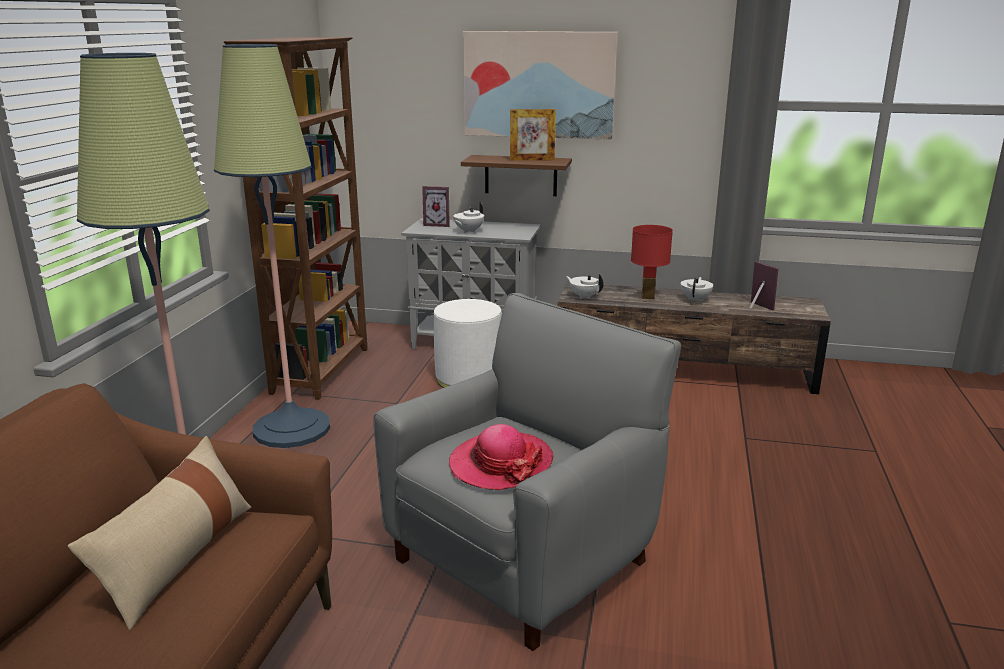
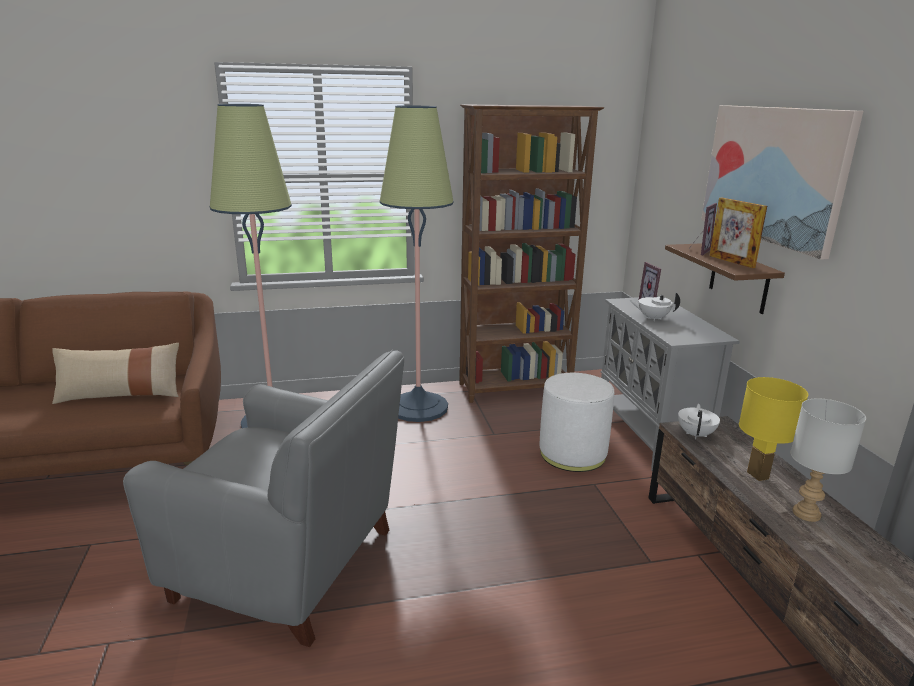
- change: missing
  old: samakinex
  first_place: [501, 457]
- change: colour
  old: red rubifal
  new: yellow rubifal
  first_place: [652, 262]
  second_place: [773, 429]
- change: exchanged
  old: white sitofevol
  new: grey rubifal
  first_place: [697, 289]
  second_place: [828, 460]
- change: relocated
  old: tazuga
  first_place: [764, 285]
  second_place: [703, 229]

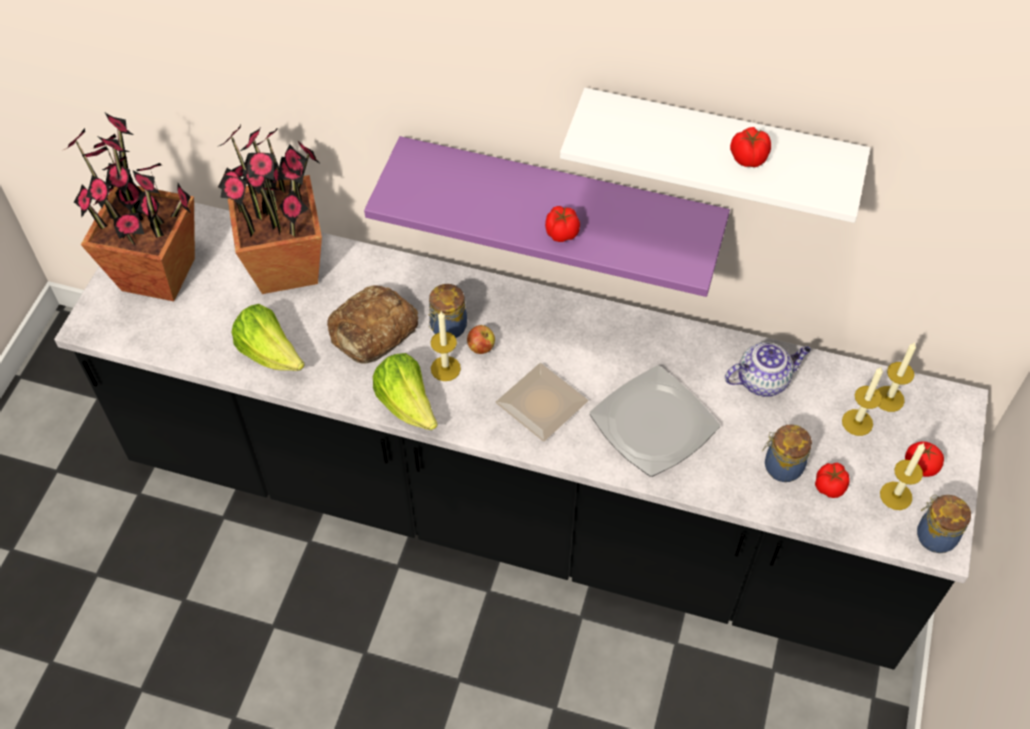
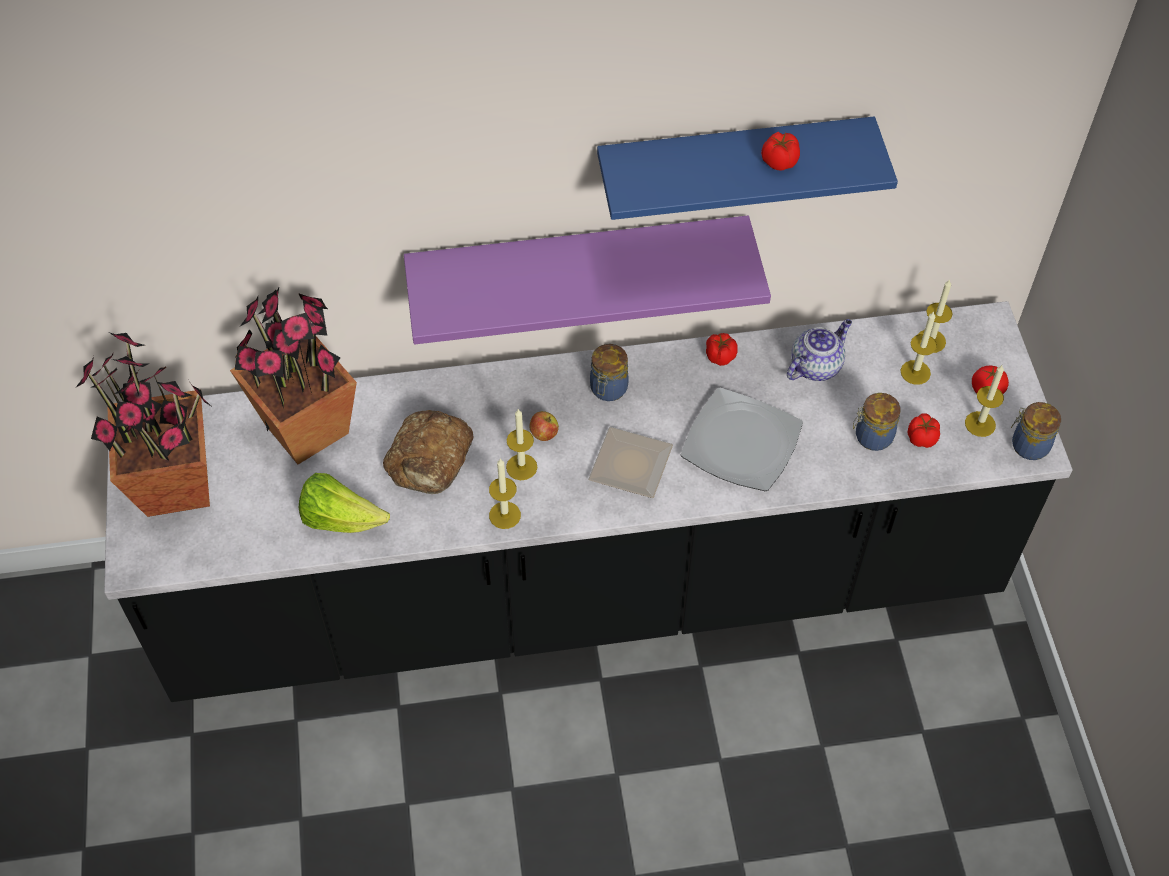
- change: exchanged
  old: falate
  new: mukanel
  first_place: [405, 391]
  second_place: [505, 493]
- change: relocated
  old: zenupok
  first_place: [447, 311]
  second_place: [609, 372]
- change: relocated
  old: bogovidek
  first_place: [562, 224]
  second_place: [722, 349]
- change: colour
  old: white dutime
  new: blue dutime
  first_place: [715, 155]
  second_place: [747, 168]

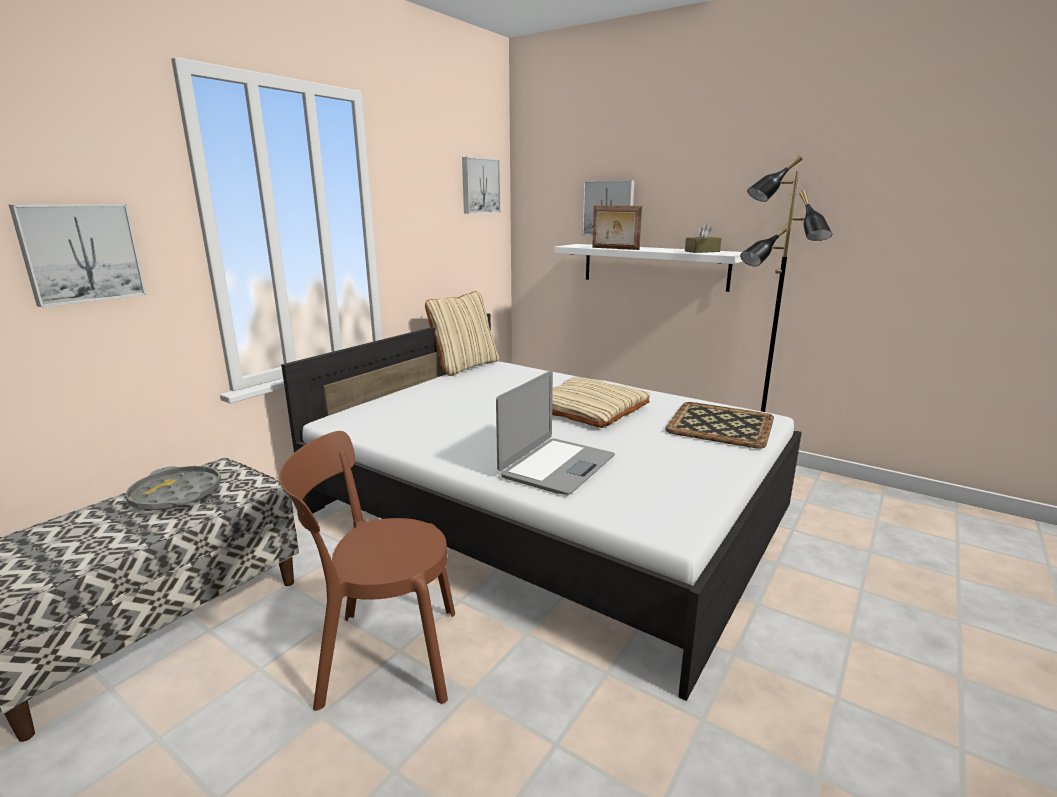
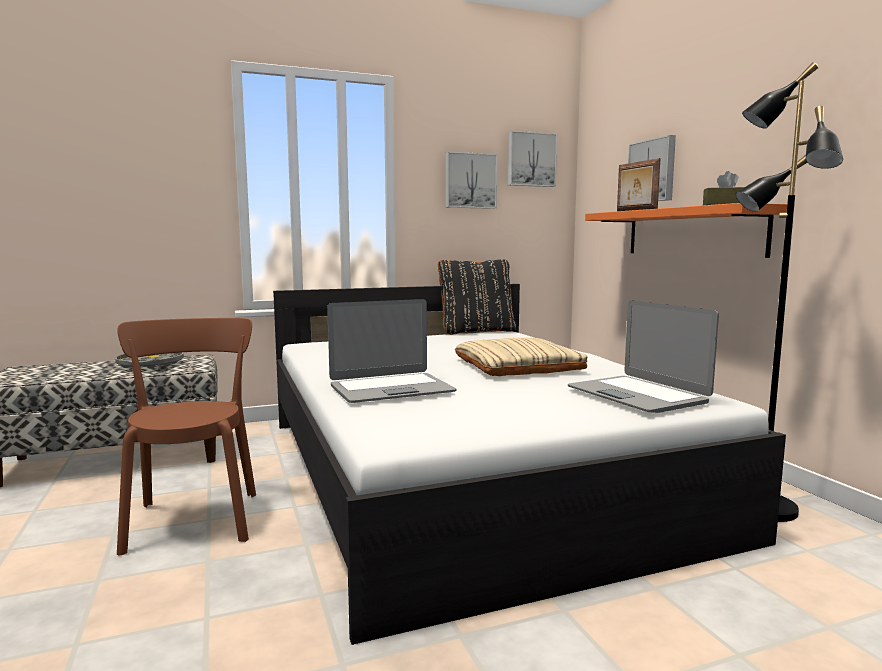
- change: relocated
  old: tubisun
  first_place: [77, 255]
  second_place: [471, 180]
- change: spun
  old: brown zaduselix
  first_place: [367, 571]
  second_place: [186, 437]
  degrees: 45
- change: colour
  old: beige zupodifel
  new: black zupodifel
  first_place: [462, 333]
  second_place: [477, 297]
- change: colour
  old: white dutime
  new: orange dutime
  first_place: [648, 268]
  second_place: [686, 230]
- change: exchanged
  old: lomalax
  new: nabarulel
  first_place: [719, 425]
  second_place: [643, 356]

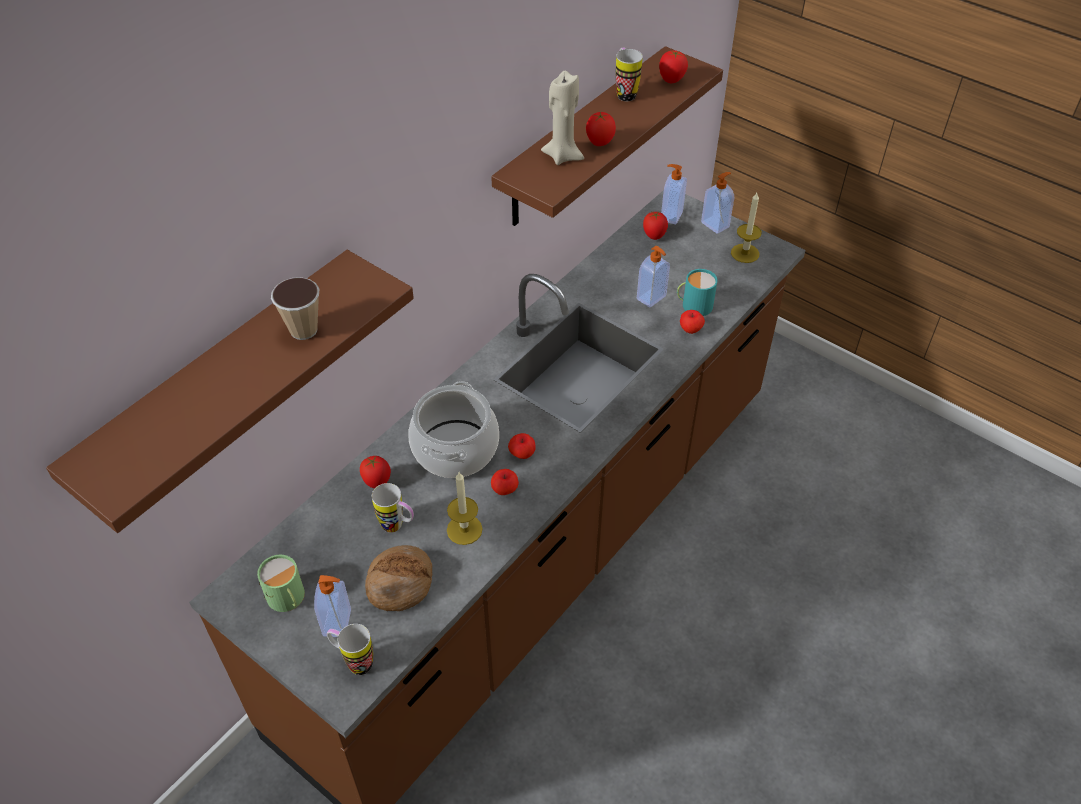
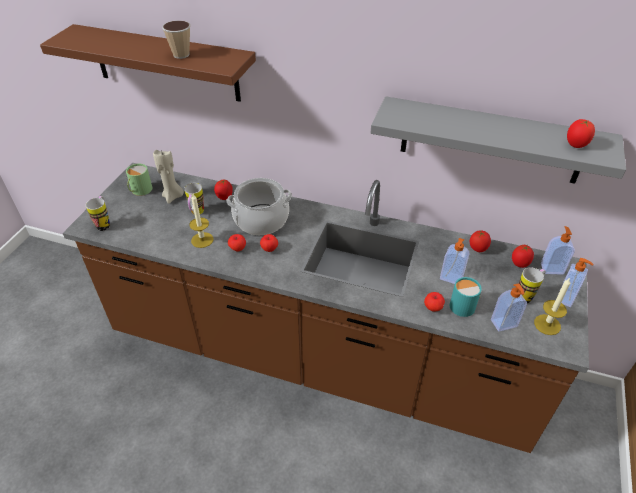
- change: relocated
  old: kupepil
  first_place: [332, 606]
  second_place: [509, 307]
- change: missing
  old: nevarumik
  first_place: [398, 578]
- change: colour
  old: brown dutime
  new: grey dutime
  first_place: [607, 136]
  second_place: [498, 140]
- change: relocated
  old: beige mukanel
  first_place: [562, 118]
  second_place: [168, 177]
- change: relocated
  old: bogovidek
  first_place: [601, 129]
  second_place: [480, 241]
- change: relocated
  old: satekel
  first_place: [629, 74]
  second_place: [532, 285]

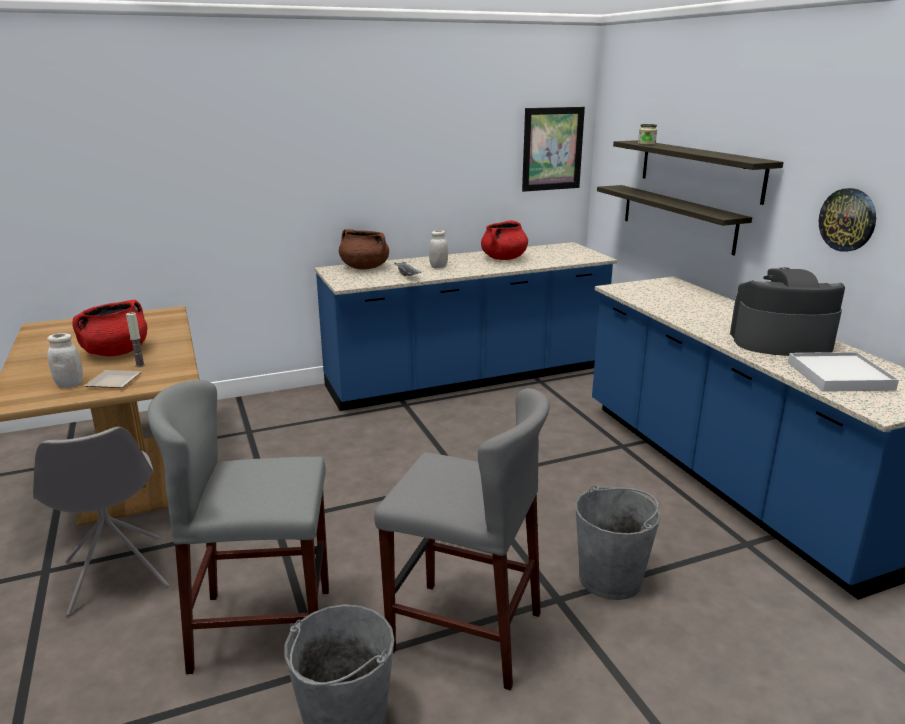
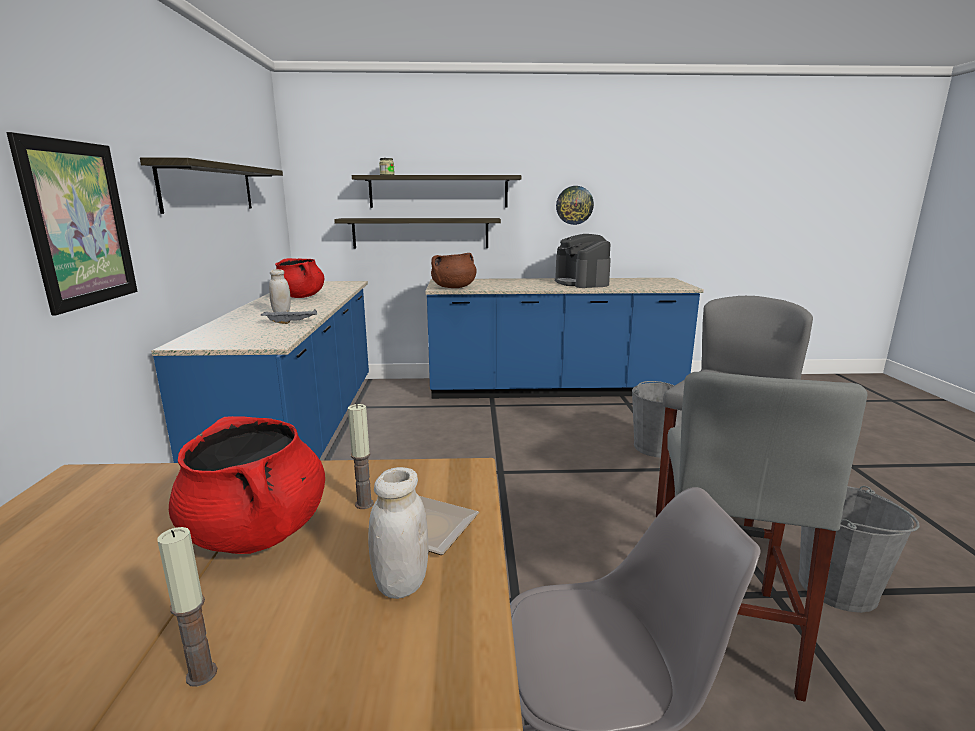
- change: relocated
  old: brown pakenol
  first_place: [364, 249]
  second_place: [454, 270]
- change: relocated
  old: tubisun
  first_place: [553, 149]
  second_place: [72, 223]
- change: spun
  old: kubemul
  first_place: [787, 311]
  second_place: [583, 261]
  degrees: -45
- change: missing
  old: white lomalax
  first_place: [843, 372]
- change: appeared
  new: dutime
  second_place: [211, 185]
- change: appeared
  new: mukanel
  second_place: [187, 607]

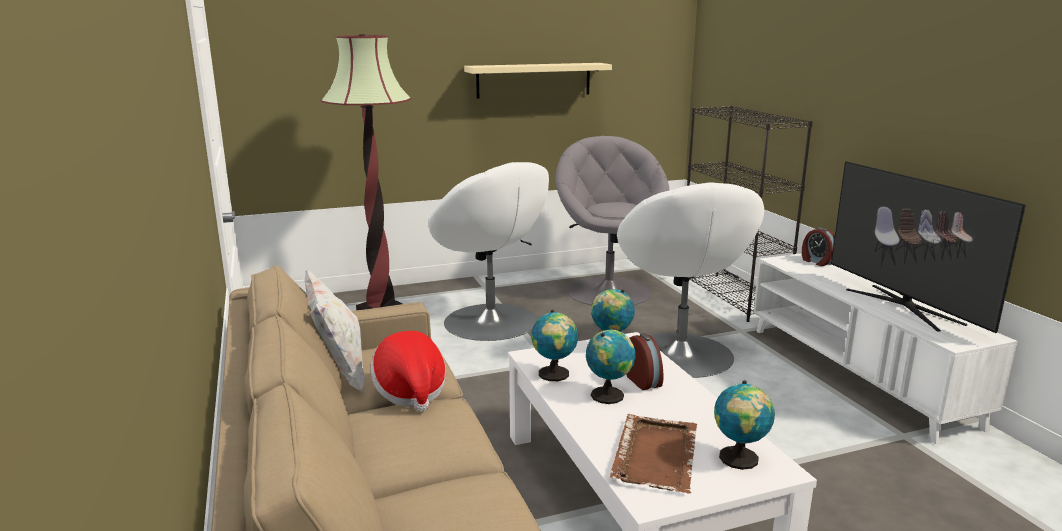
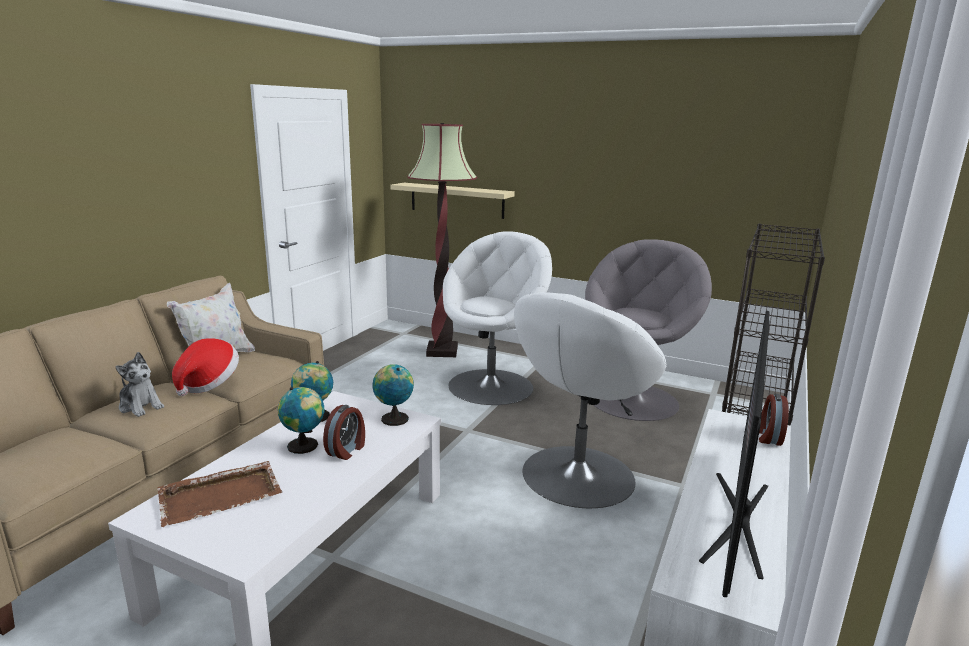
- change: spun
  old: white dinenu
  first_place: [488, 251]
  second_place: [497, 318]
  degrees: -150
- change: relocated
  old: beige dutime
  first_place: [538, 81]
  second_place: [452, 201]
- change: missing
  old: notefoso
  first_place: [744, 425]
- change: appeared
  new: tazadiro
  second_place: [140, 384]

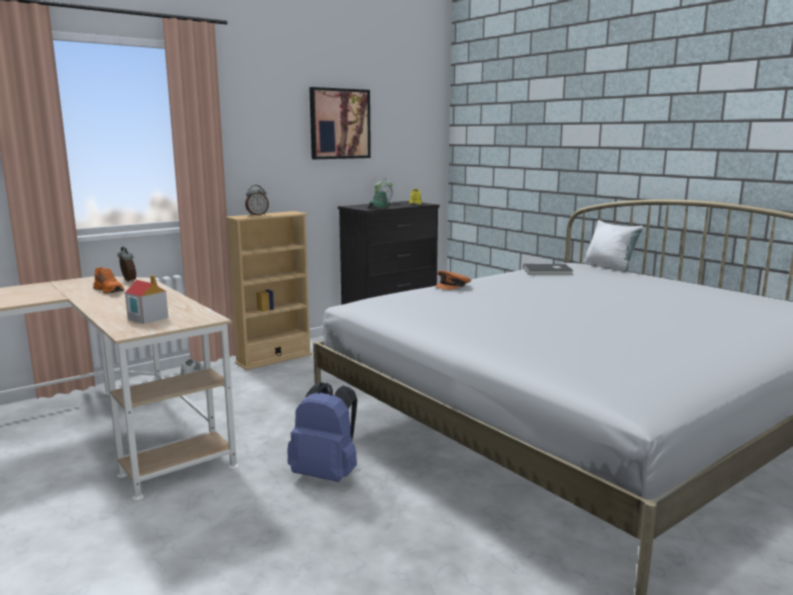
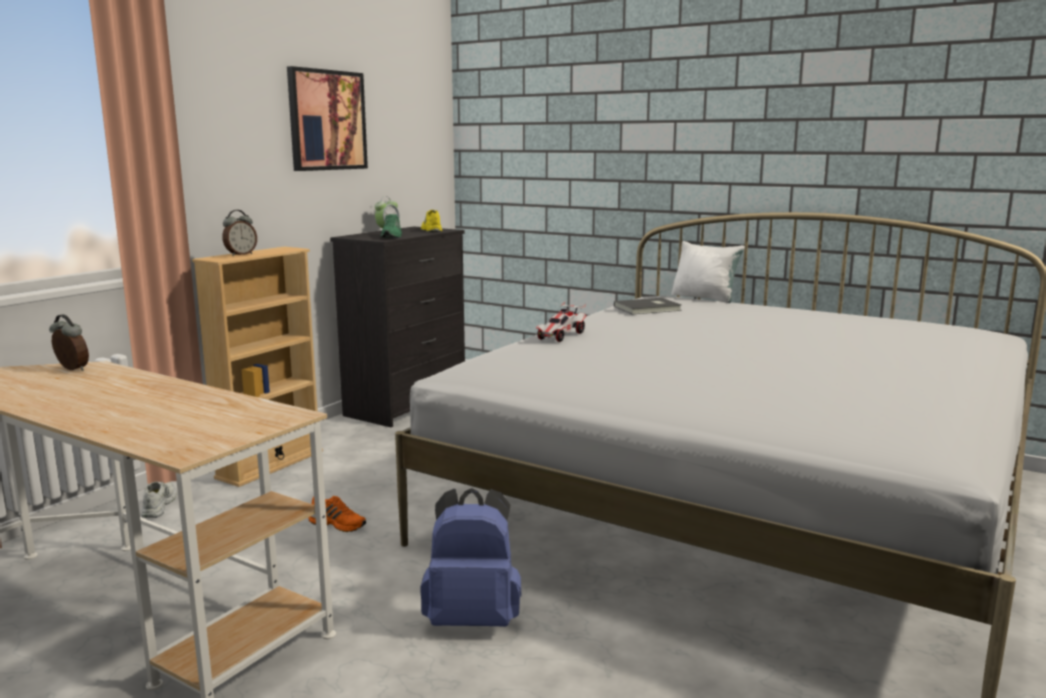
- change: relocated
  old: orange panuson
  first_place: [108, 280]
  second_place: [337, 514]
- change: missing
  old: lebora
  first_place: [146, 299]
- change: exchanged
  old: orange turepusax
  new: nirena
  first_place: [453, 280]
  second_place: [561, 322]

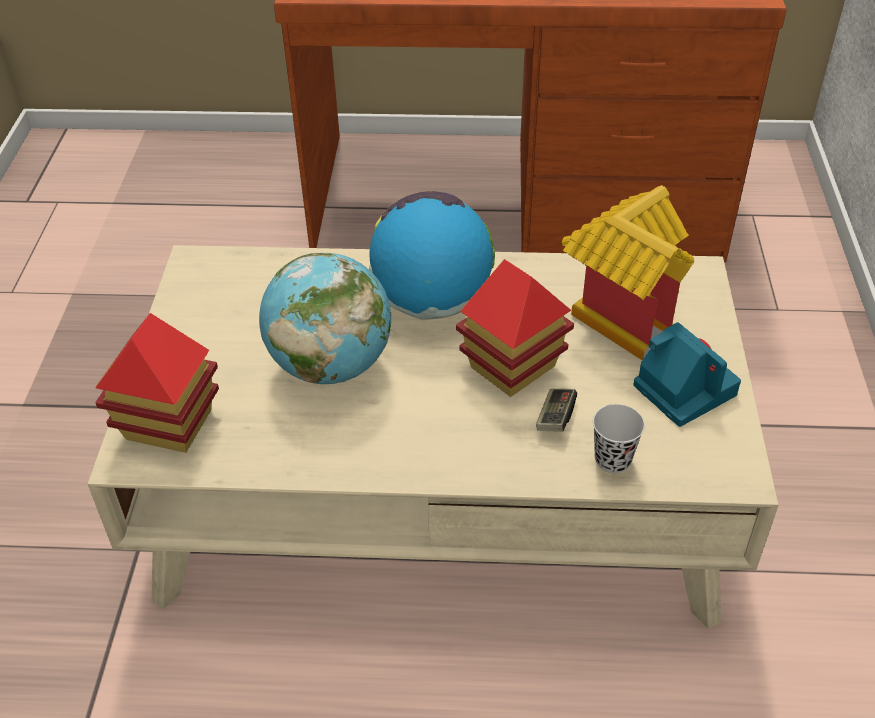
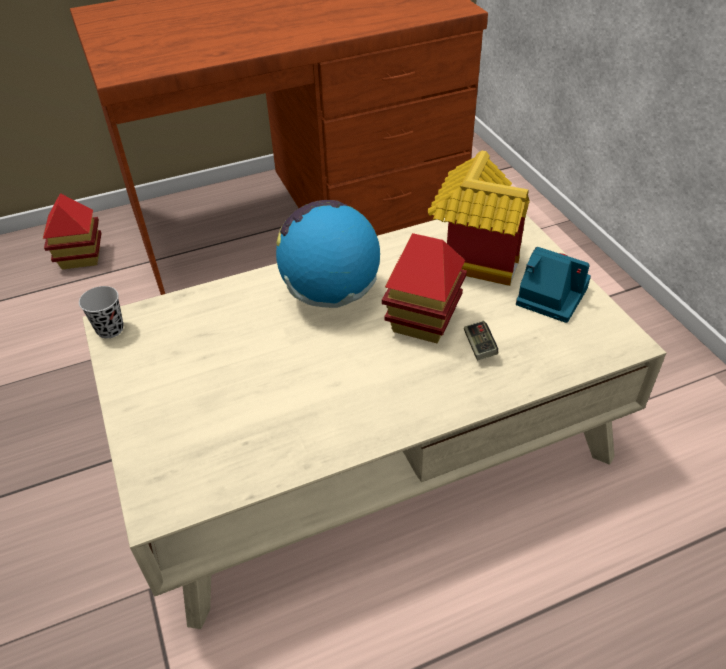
- change: relocated
  old: lebora
  first_place: [157, 383]
  second_place: [72, 231]
- change: missing
  old: notefoso
  first_place: [325, 318]
- change: relocated
  old: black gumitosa
  first_place: [619, 438]
  second_place: [101, 312]

